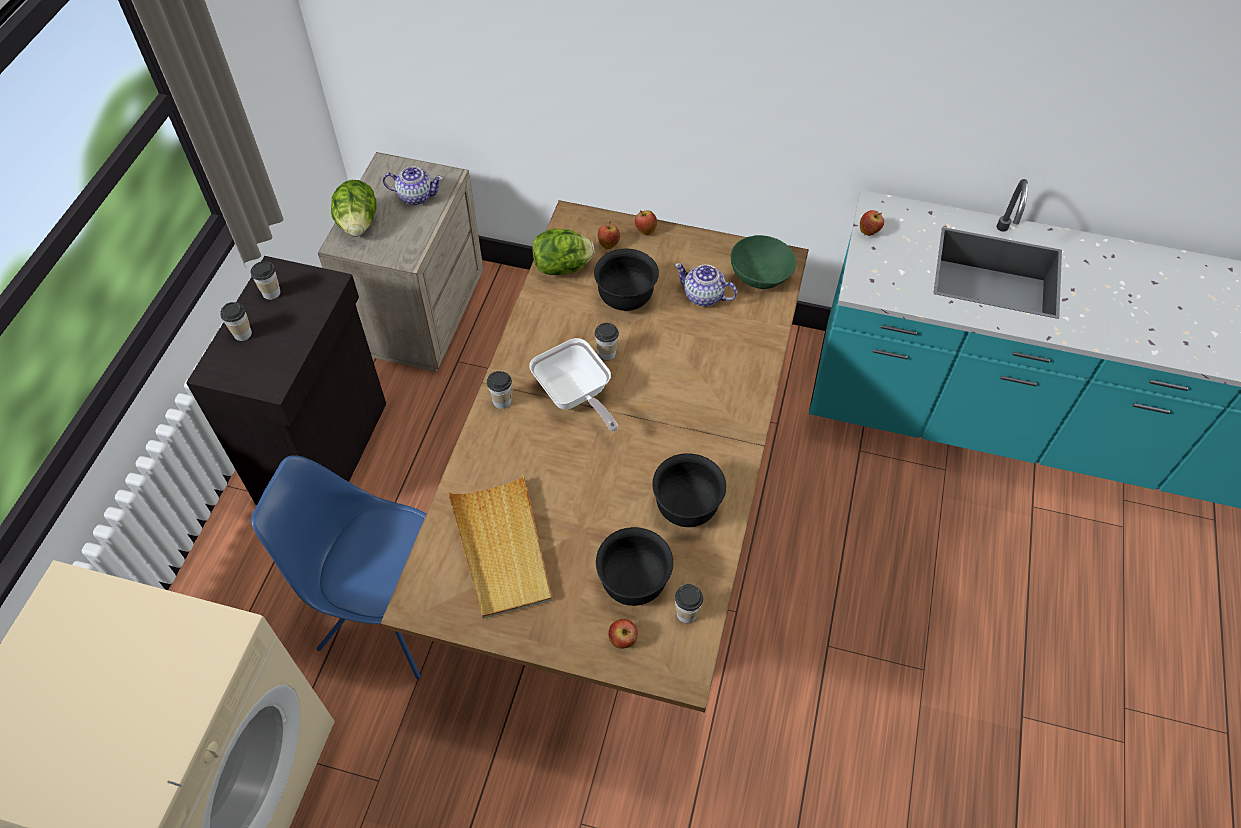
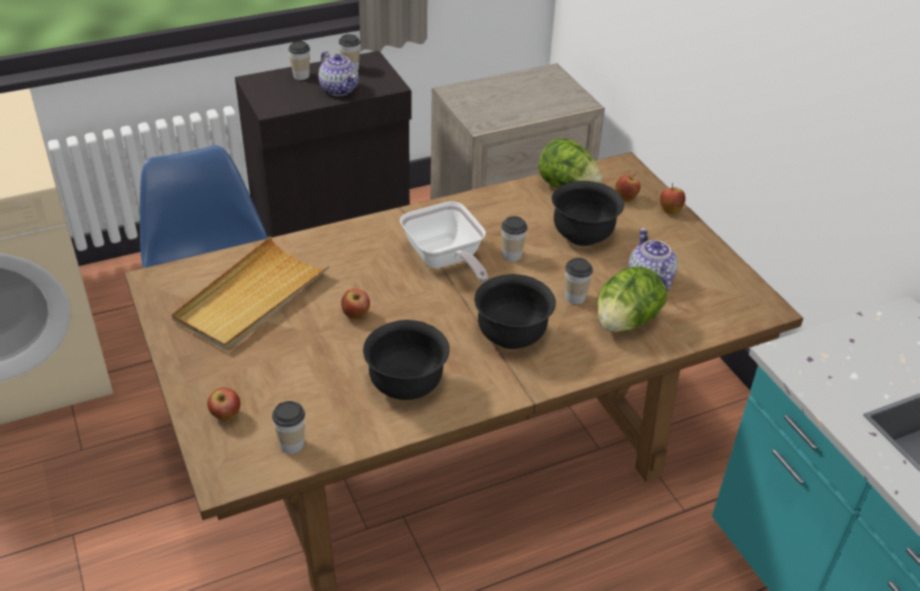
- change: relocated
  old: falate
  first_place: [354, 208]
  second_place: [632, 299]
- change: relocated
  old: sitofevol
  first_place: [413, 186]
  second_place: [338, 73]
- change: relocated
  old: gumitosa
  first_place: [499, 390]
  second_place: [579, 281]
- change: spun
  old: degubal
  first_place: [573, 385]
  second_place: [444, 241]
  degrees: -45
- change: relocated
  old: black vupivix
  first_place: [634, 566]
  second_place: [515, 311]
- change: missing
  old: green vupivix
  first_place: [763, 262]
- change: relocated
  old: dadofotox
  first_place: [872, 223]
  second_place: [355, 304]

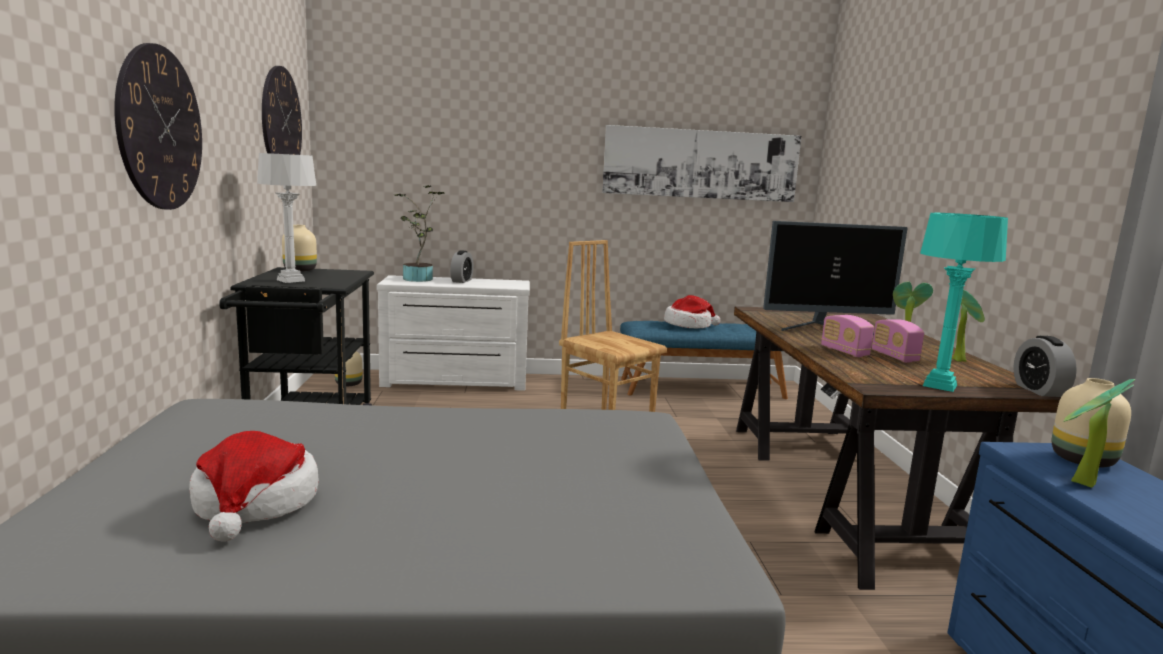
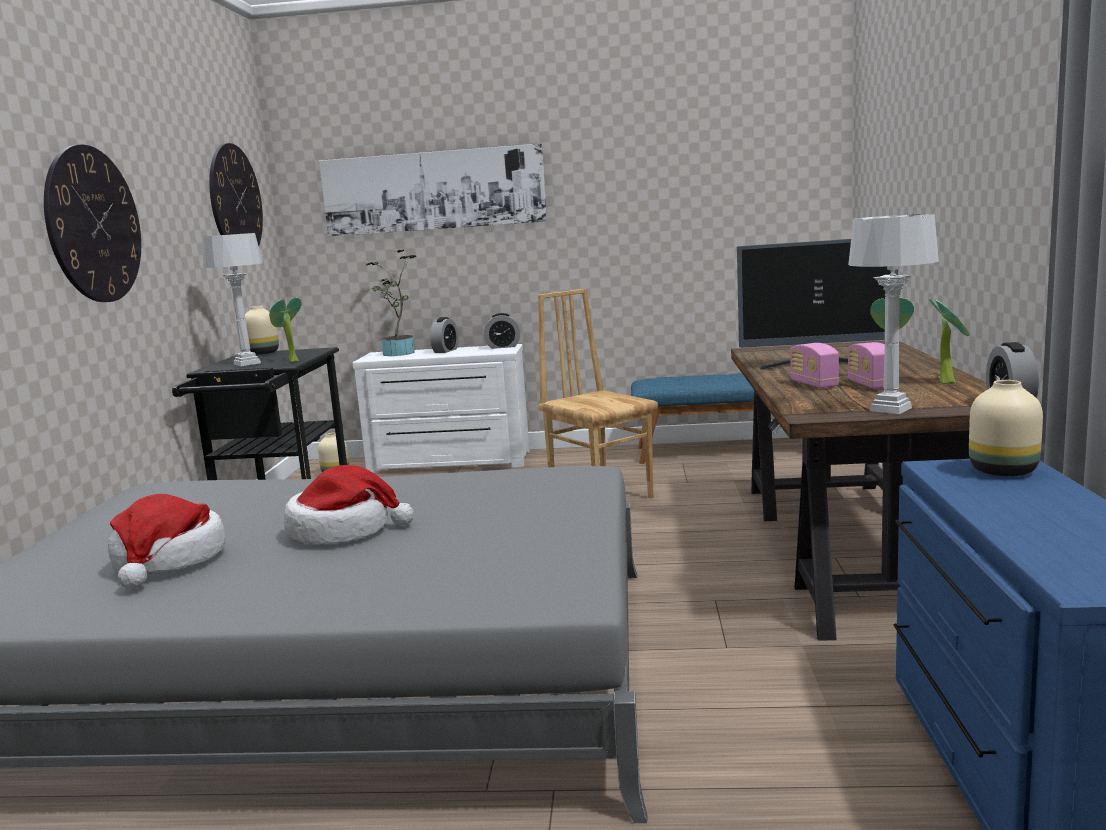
- change: relocated
  old: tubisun
  first_place: [701, 163]
  second_place: [433, 190]
- change: relocated
  old: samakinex
  first_place: [692, 311]
  second_place: [349, 505]
- change: colour
  old: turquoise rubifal
  new: grey rubifal
  first_place: [964, 302]
  second_place: [893, 314]
- change: relocated
  old: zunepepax
  first_place: [1099, 433]
  second_place: [285, 330]
- change: appeared
  new: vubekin
  second_place: [502, 331]

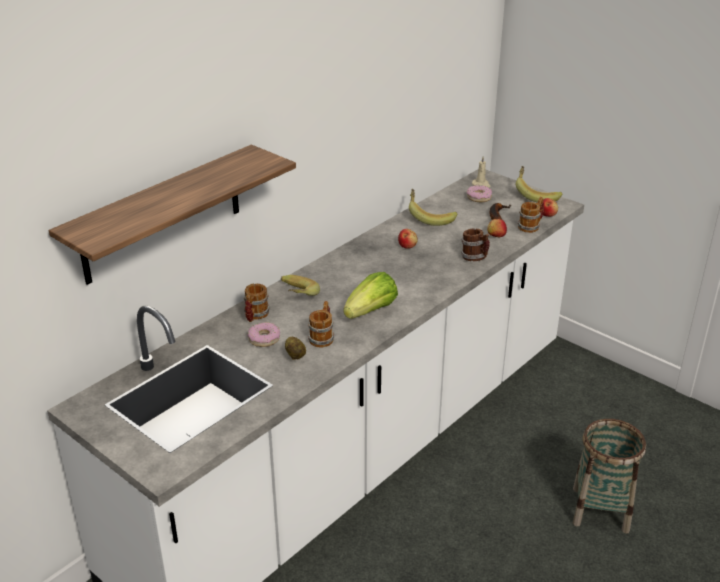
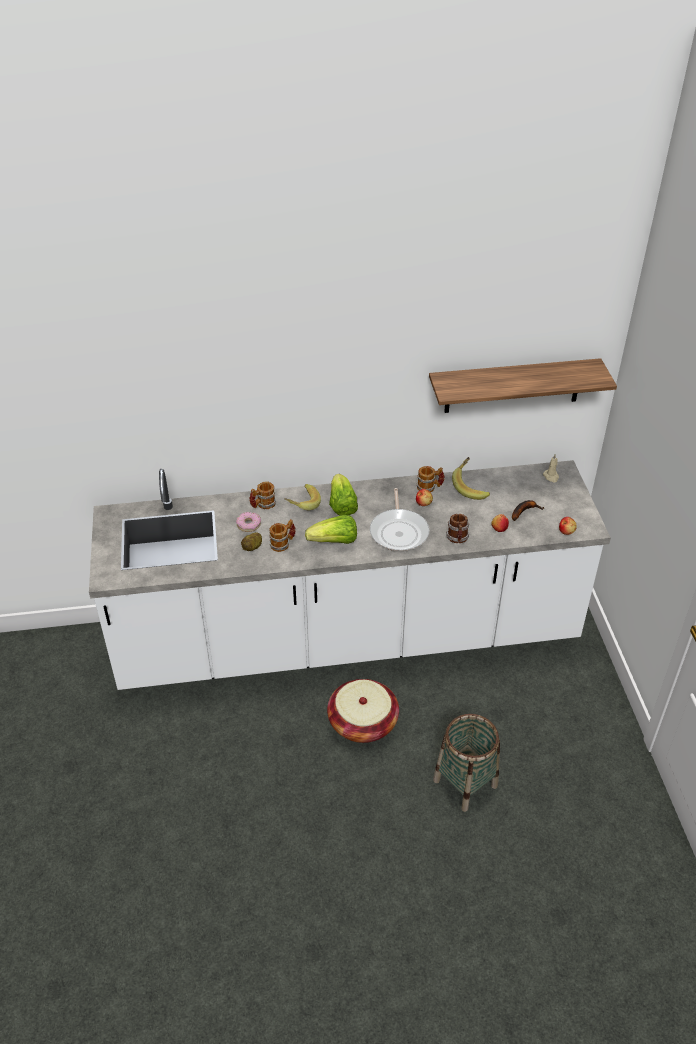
- change: relocated
  old: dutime
  first_place: [172, 215]
  second_place: [523, 385]
- change: missing
  old: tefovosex
  first_place: [479, 193]
- change: missing
  old: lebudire
  first_place: [539, 184]
- change: relocated
  old: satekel
  first_place: [531, 215]
  second_place: [430, 479]
- change: appeared
  new: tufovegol
  second_place: [363, 711]
- change: appeared
  new: falate
  second_place: [343, 494]
- change: appeared
  new: degubal
  second_place: [399, 519]

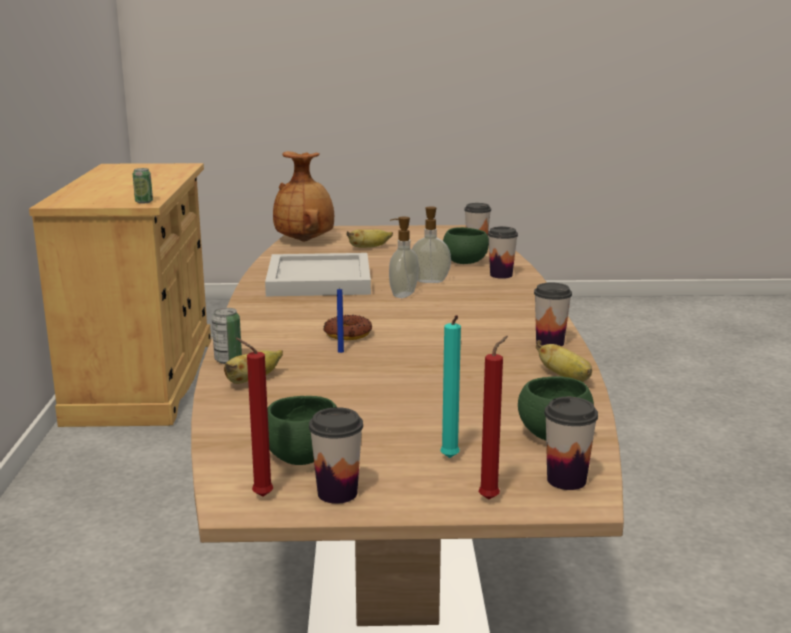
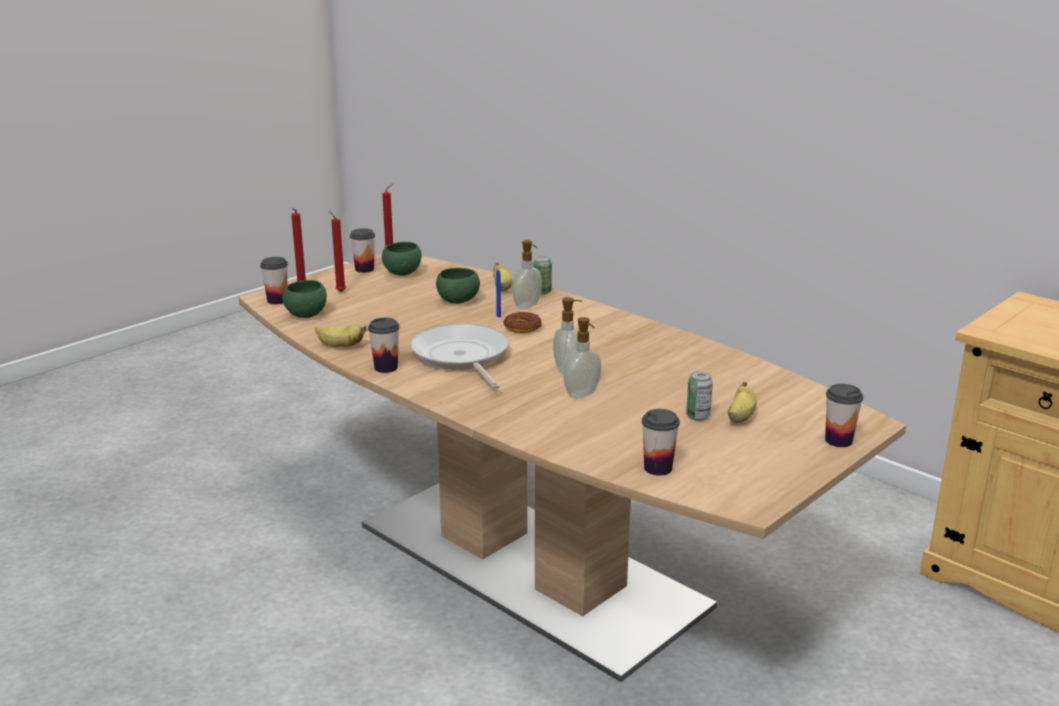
- change: relocated
  old: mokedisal
  first_place: [143, 186]
  second_place: [699, 396]
- change: missing
  old: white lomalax
  first_place: [318, 275]
- change: missing
  old: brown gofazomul
  first_place: [303, 196]
- change: colour
  old: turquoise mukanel
  new: red mukanel
  first_place: [450, 386]
  second_place: [337, 251]
- change: relocated
  old: green vupivix
  first_place: [466, 245]
  second_place: [458, 286]
- change: relocated
  old: gumitosa
  first_place: [503, 252]
  second_place: [844, 415]
- change: appeared
  new: degubal
  second_place: [459, 356]
- change: appeared
  new: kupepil
  second_place: [527, 274]

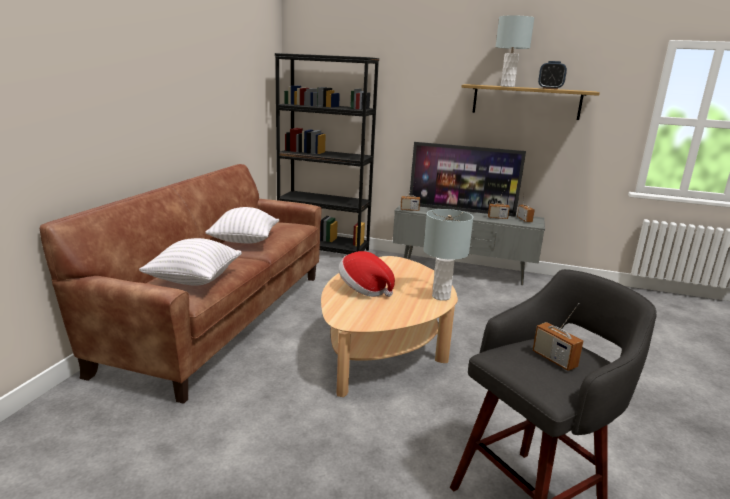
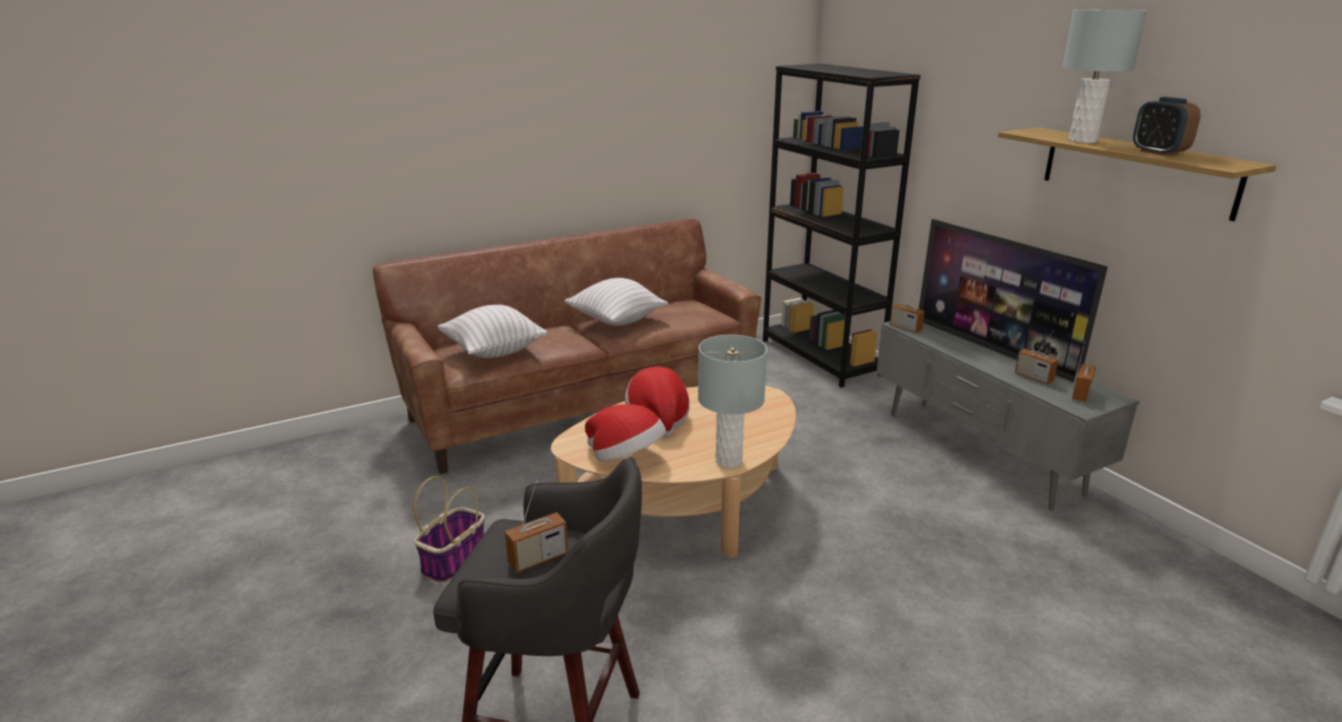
- change: spun
  old: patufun
  first_place: [557, 337]
  second_place: [536, 526]
  degrees: -135
- change: appeared
  new: tufovegol
  second_place: [449, 529]
- change: appeared
  new: samakinex
  second_place: [625, 432]

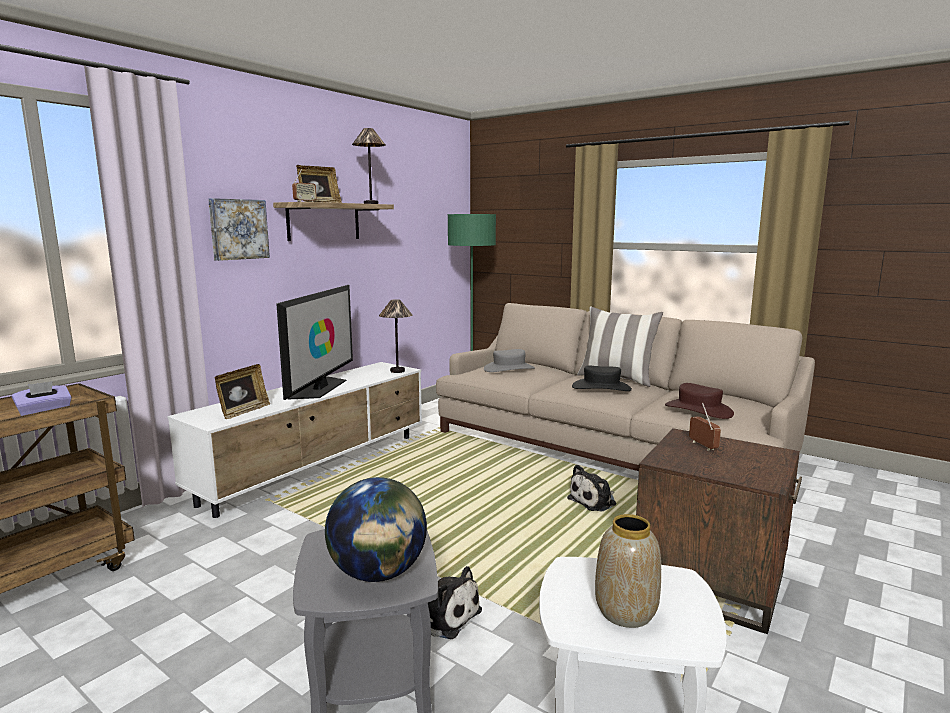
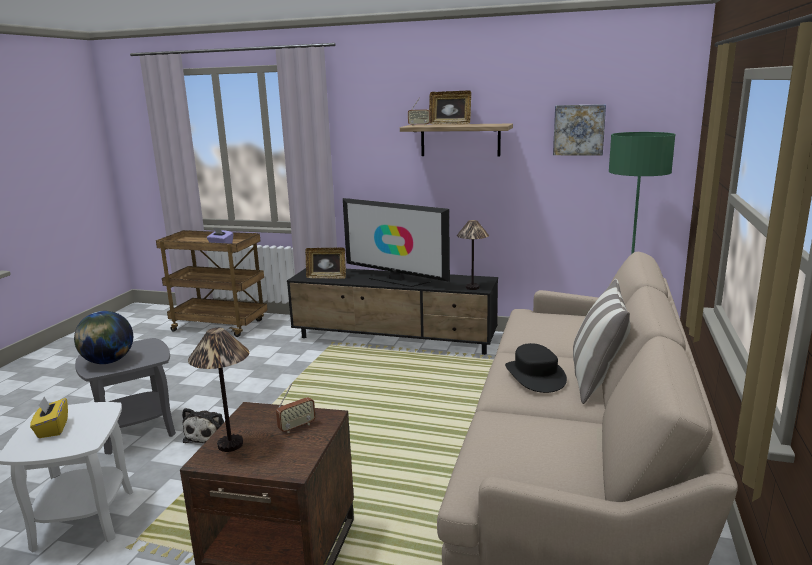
- change: colour
  old: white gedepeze
  new: black gedepeze
  first_place: [294, 440]
  second_place: [392, 311]
- change: relocated
  old: tubisun
  first_place: [239, 229]
  second_place: [579, 129]
- change: spun
  old: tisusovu
  first_place: [314, 342]
  second_place: [396, 242]
  degrees: 45
- change: relocated
  old: rubifal
  first_place: [369, 166]
  second_place: [218, 390]
- change: missing
  old: grey samakinex
  first_place: [509, 360]
- change: missing
  old: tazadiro
  first_place: [591, 488]
- change: exchanged
  old: gofazomul
  new: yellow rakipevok
  first_place: [628, 571]
  second_place: [49, 417]
- change: missing
  old: brown samakinex
  first_place: [699, 401]

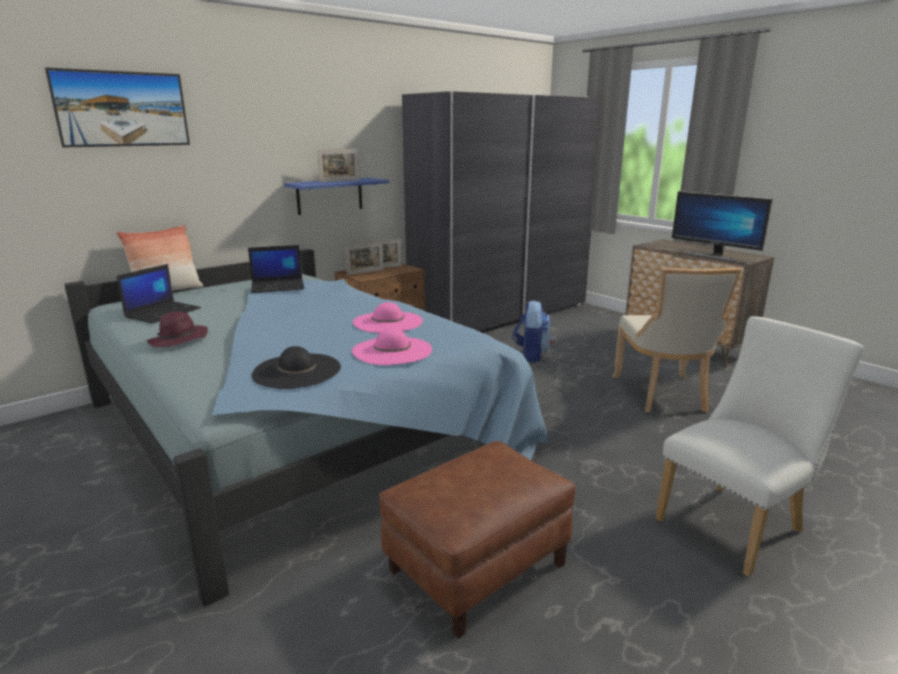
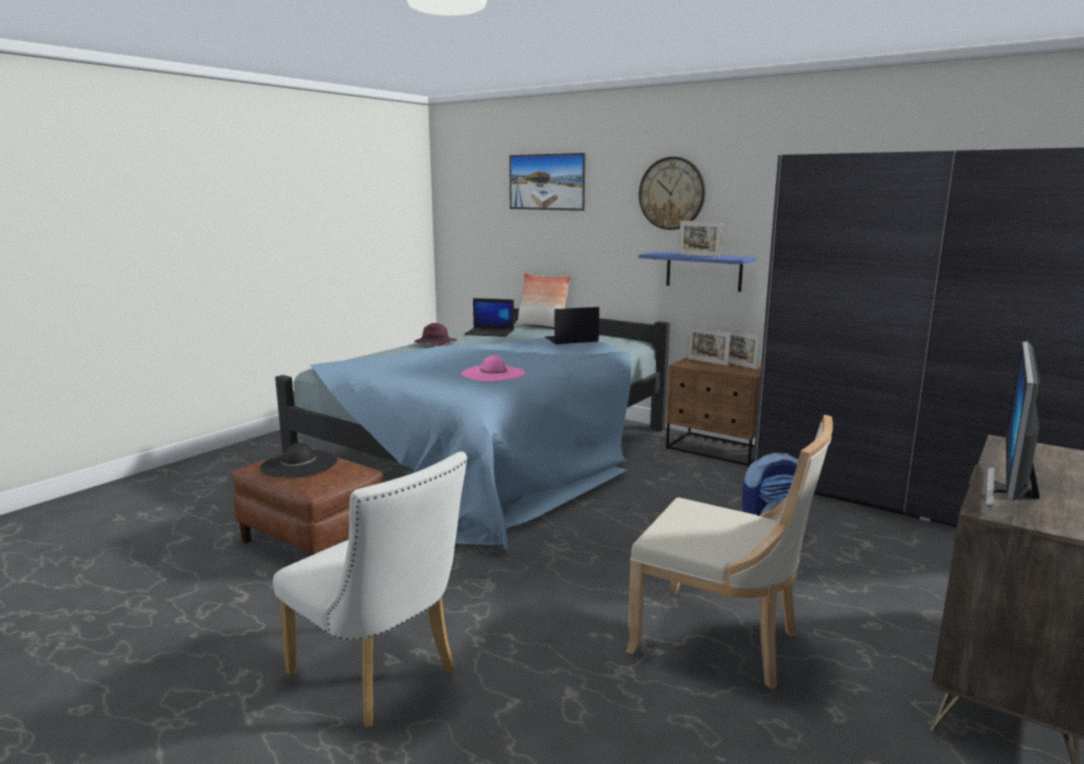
- change: spun
  old: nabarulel
  first_place: [276, 269]
  second_place: [572, 325]
  degrees: 105
- change: relocated
  old: black samakinex
  first_place: [296, 367]
  second_place: [298, 460]
- change: missing
  old: pink samakinex
  first_place: [392, 346]
- change: spun
  old: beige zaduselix
  first_place: [676, 340]
  second_place: [729, 552]
  degrees: -135
- change: appeared
  new: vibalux
  second_place: [672, 193]

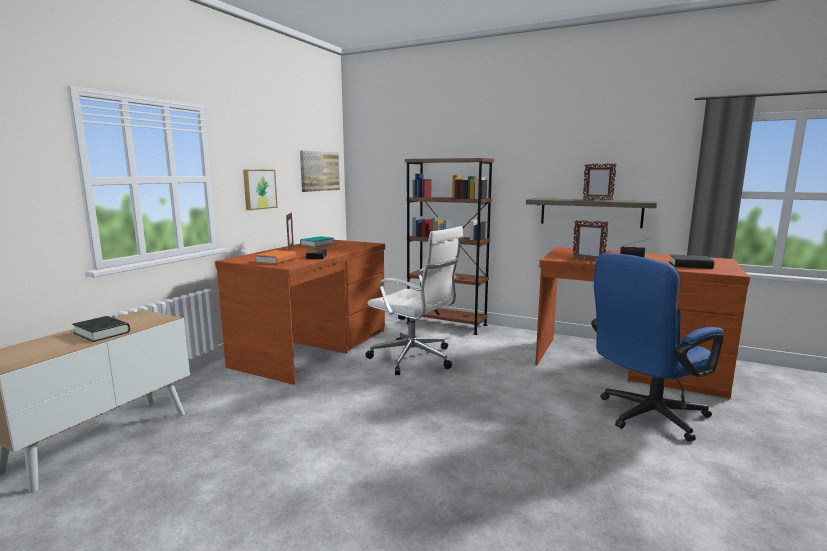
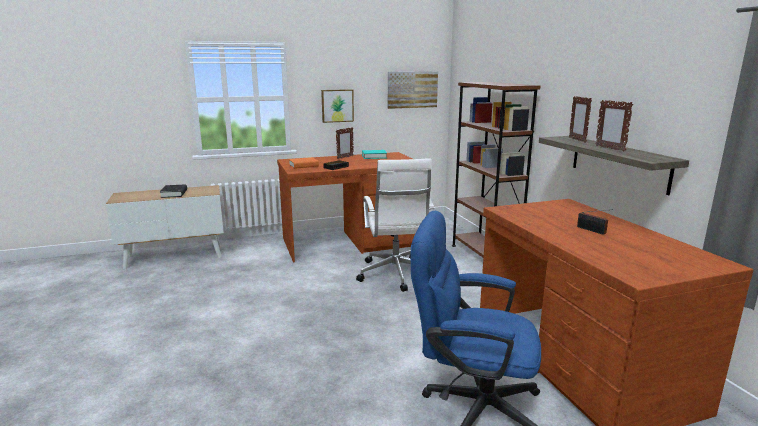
- change: relocated
  old: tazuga
  first_place: [590, 241]
  second_place: [580, 119]
- change: missing
  old: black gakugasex
  first_place: [691, 261]

